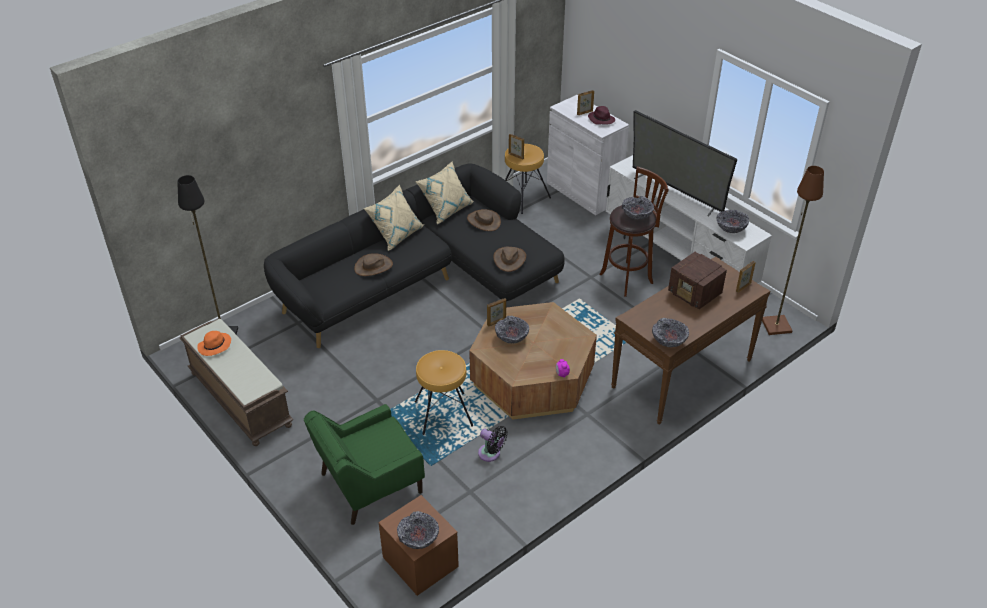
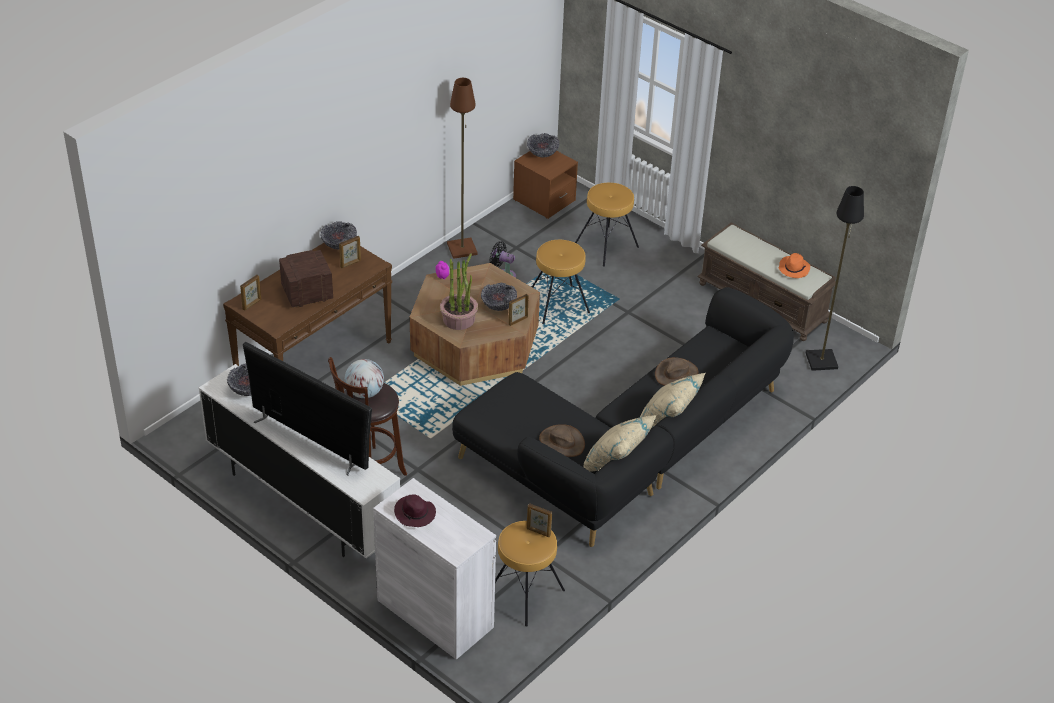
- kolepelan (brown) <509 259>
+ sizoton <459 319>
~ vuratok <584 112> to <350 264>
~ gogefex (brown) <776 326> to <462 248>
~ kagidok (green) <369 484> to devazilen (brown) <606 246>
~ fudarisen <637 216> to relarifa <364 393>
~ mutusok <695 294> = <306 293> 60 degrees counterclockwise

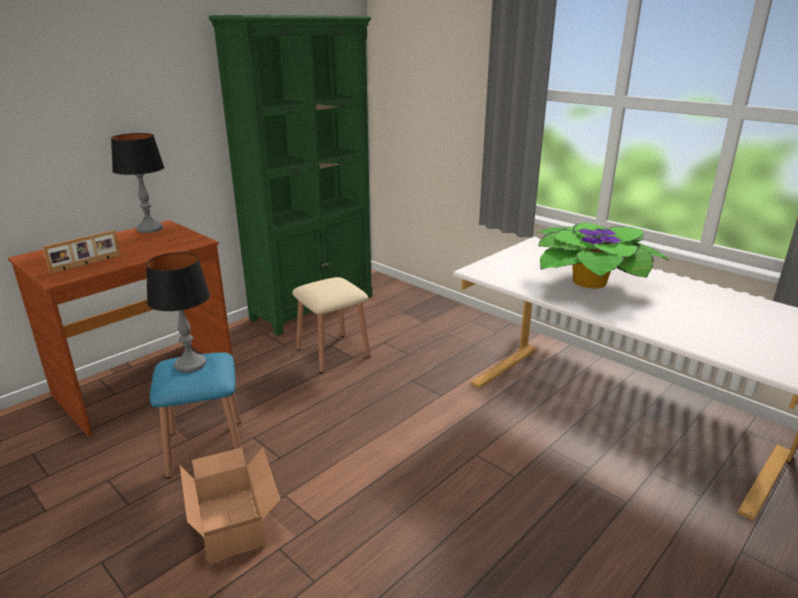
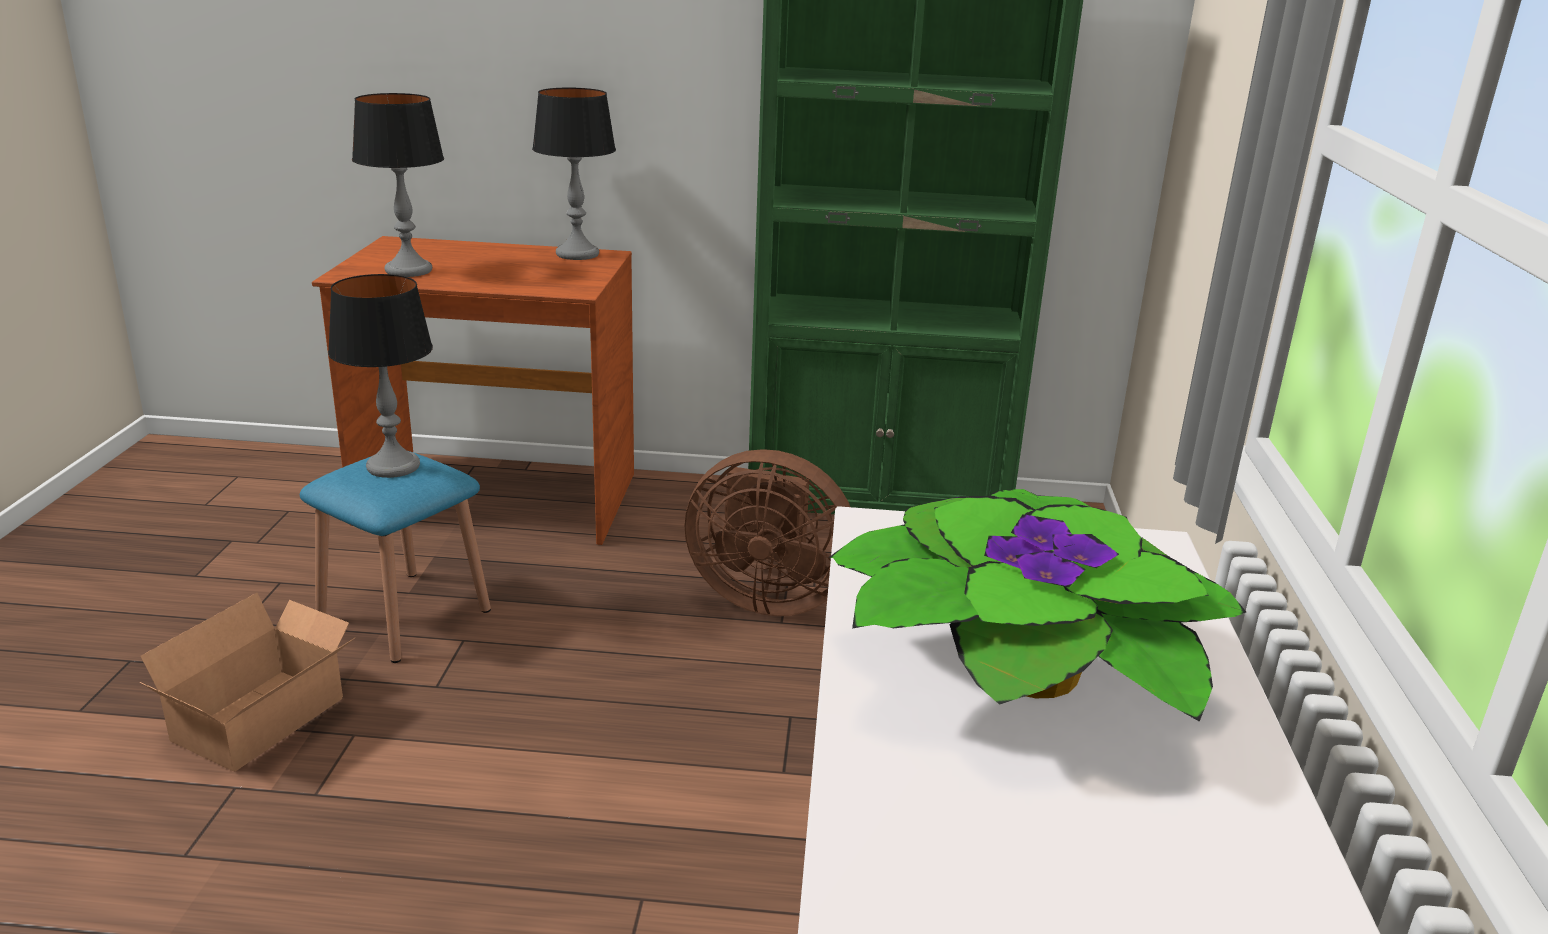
~ vuratok <86 264> to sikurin <409 270>
~ devazilen (beige) <333 352> to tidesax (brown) <767 597>

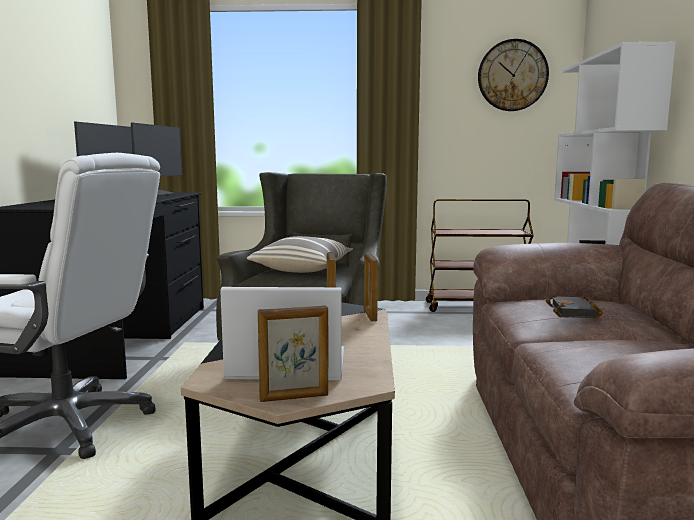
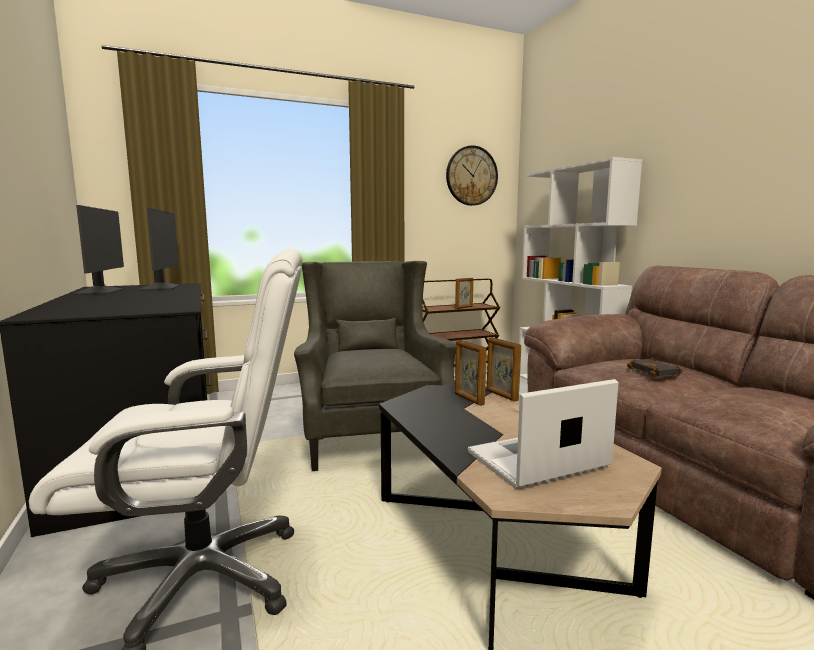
- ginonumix <302 269>
~ vuratok <294 397> to <464 307>

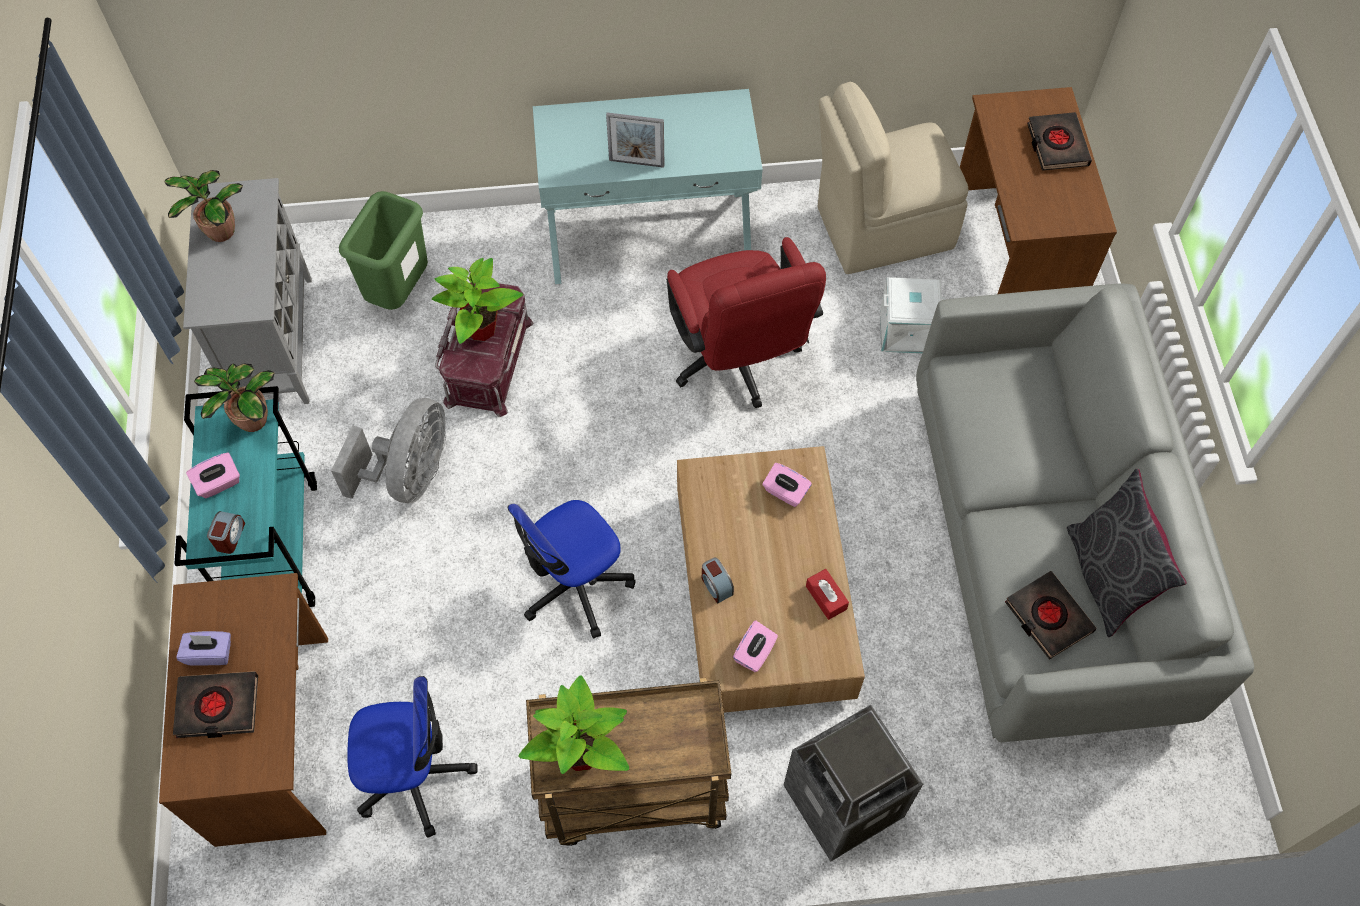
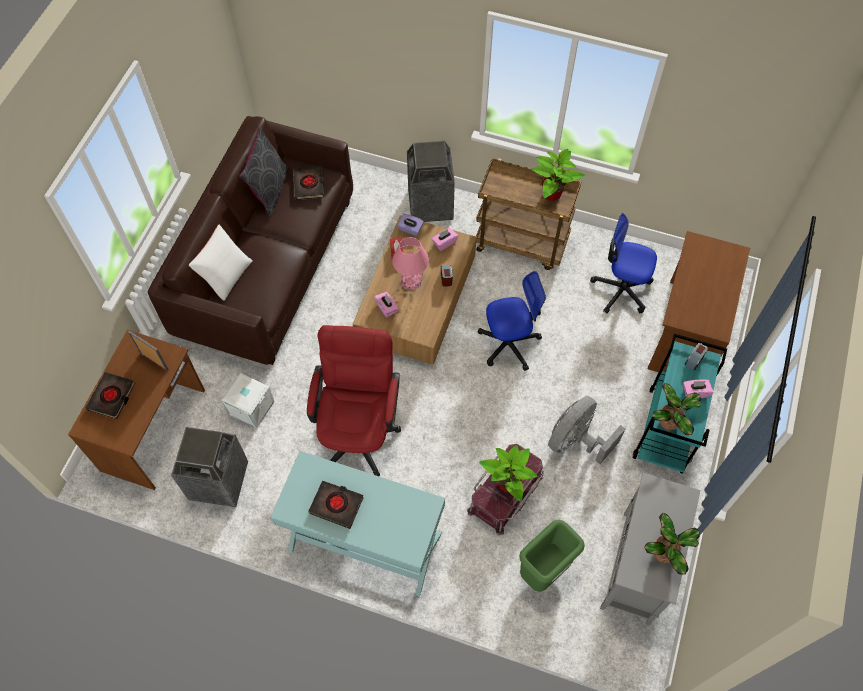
+ ginonumix (white) <225 274>
+ sikurin (pink) <410 281>
~ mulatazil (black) <218 707> to <336 505>
~ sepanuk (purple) <210 653> to <410 229>
~ vuratok <636 163> to <154 361>
~ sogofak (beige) <881 228> to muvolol <219 481>
~ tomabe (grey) <1044 549> to tomabe (brown) <267 266>

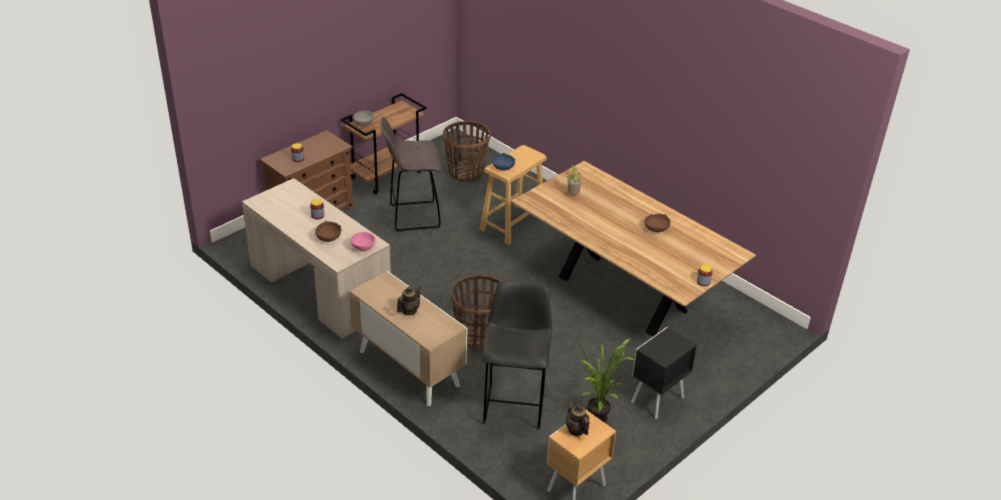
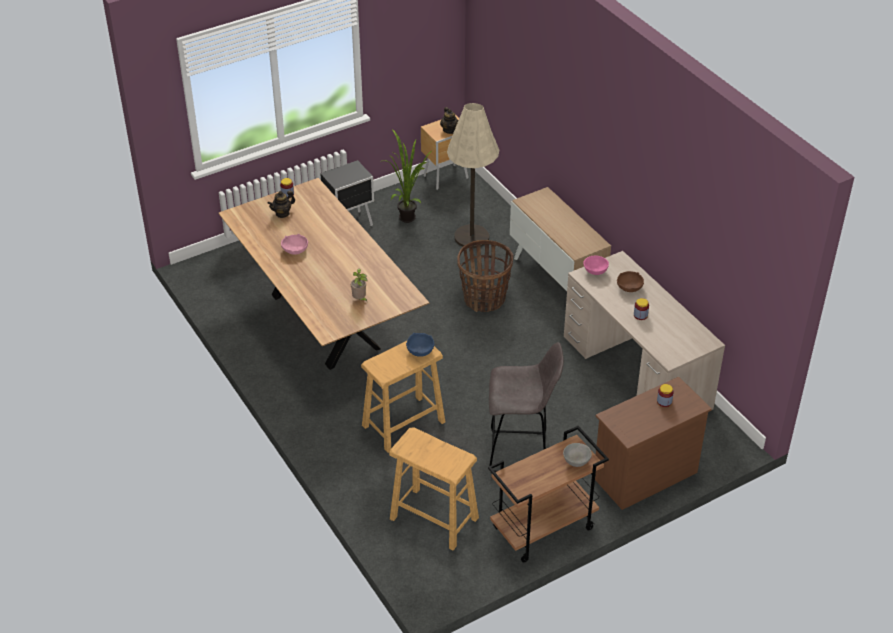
~ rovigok <409 311> to <282 213>
~ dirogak <466 172> to devazilen (beige) <434 518>
~ devazilen (black) <514 405> to gogefex (beige) <471 237>
~ fudarisen (brown) <656 228> to fudarisen (pink) <295 250>

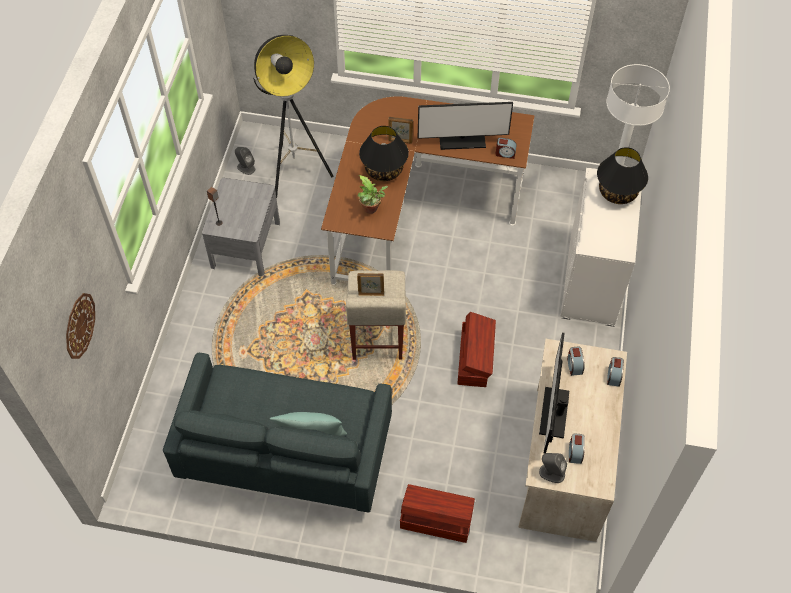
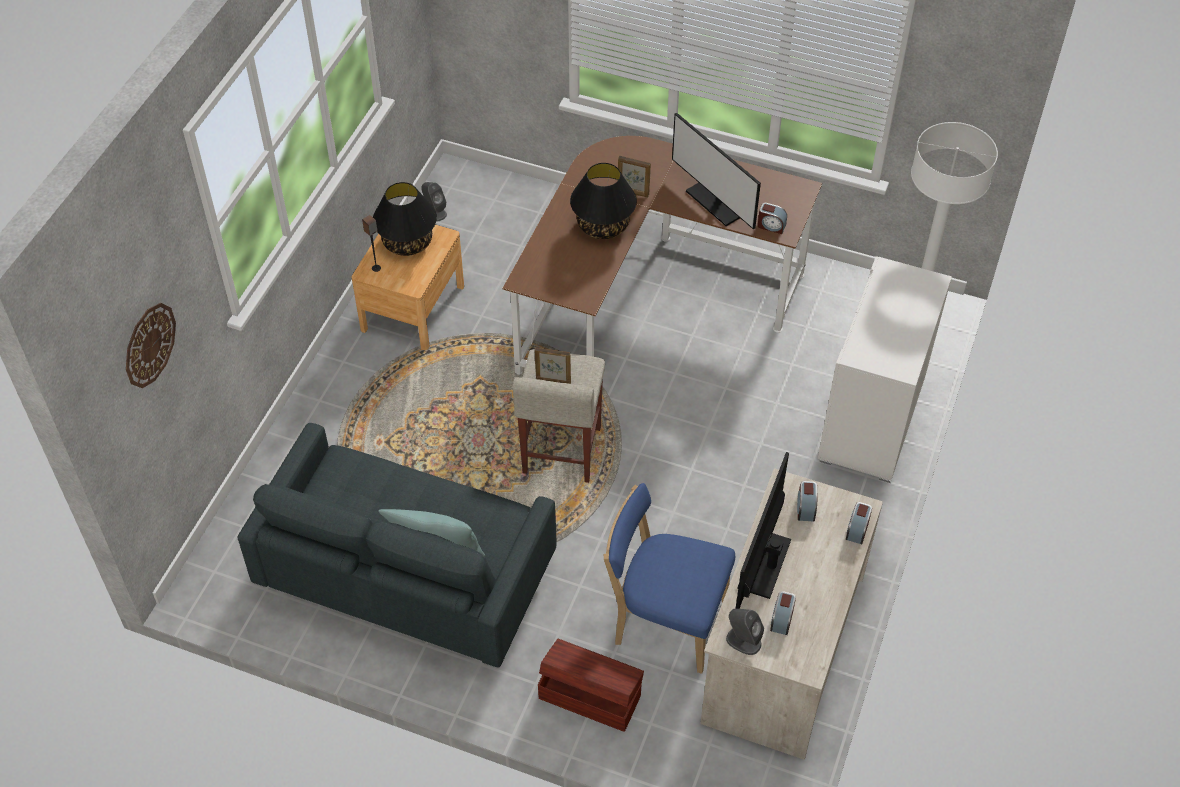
- gogefex <295 171>
- sizoton <371 209>
- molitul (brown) <474 358>
+ sogofak (blue) <665 621>
~ sikurin (black) <617 192> to <407 243>
~ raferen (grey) <245 244> to raferen (brown) <413 308>
~ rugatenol <462 140> = <716 202> 45 degrees clockwise

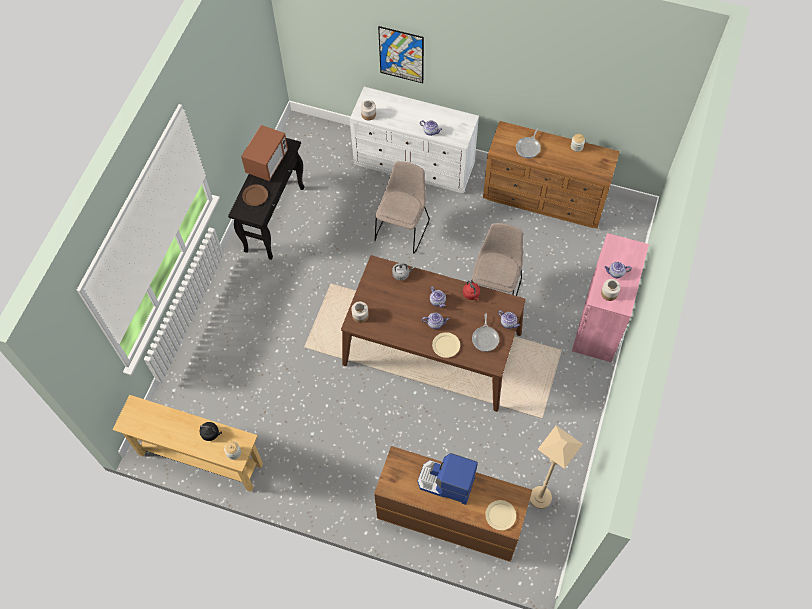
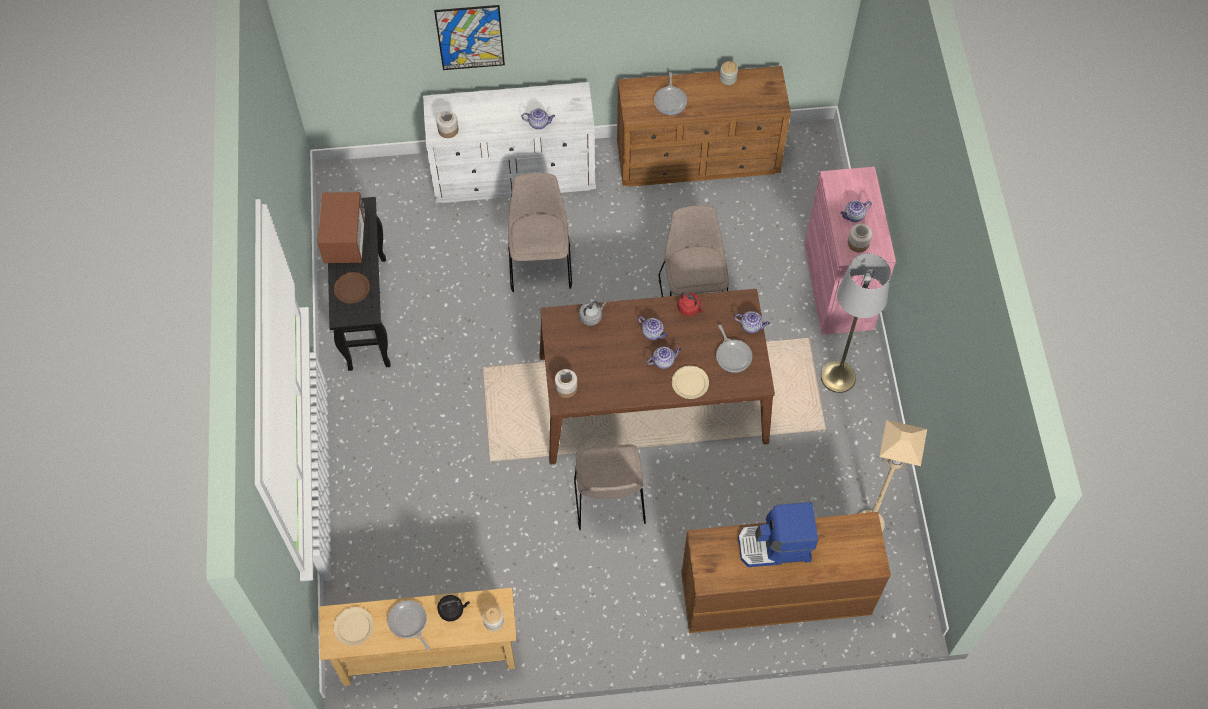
+ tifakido <409 623>
+ sogofak (beige) <609 502>
+ gogefex (grey) <838 377>
~ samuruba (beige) <500 515> to <354 627>

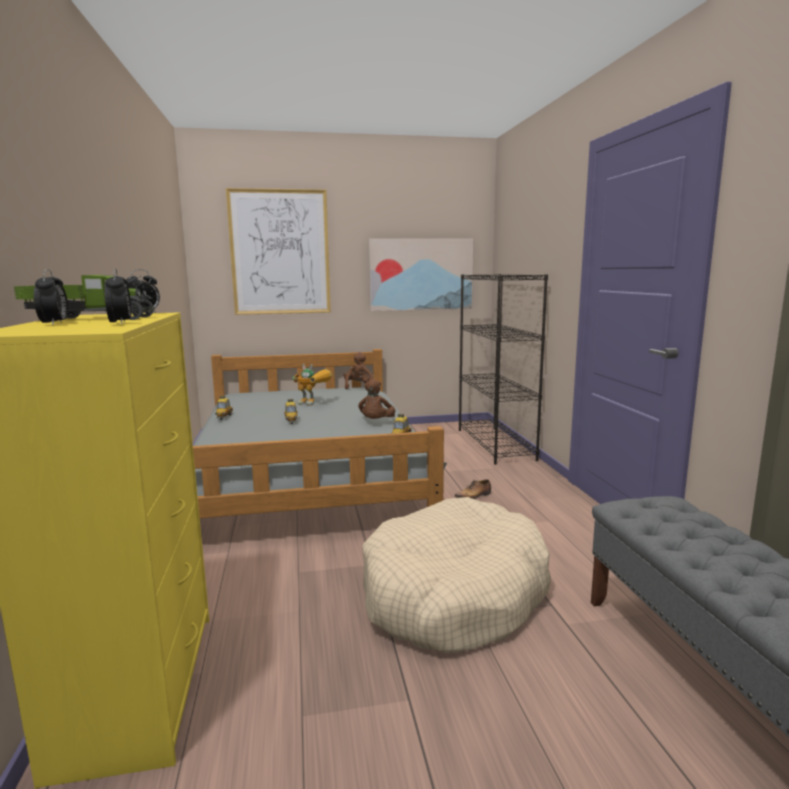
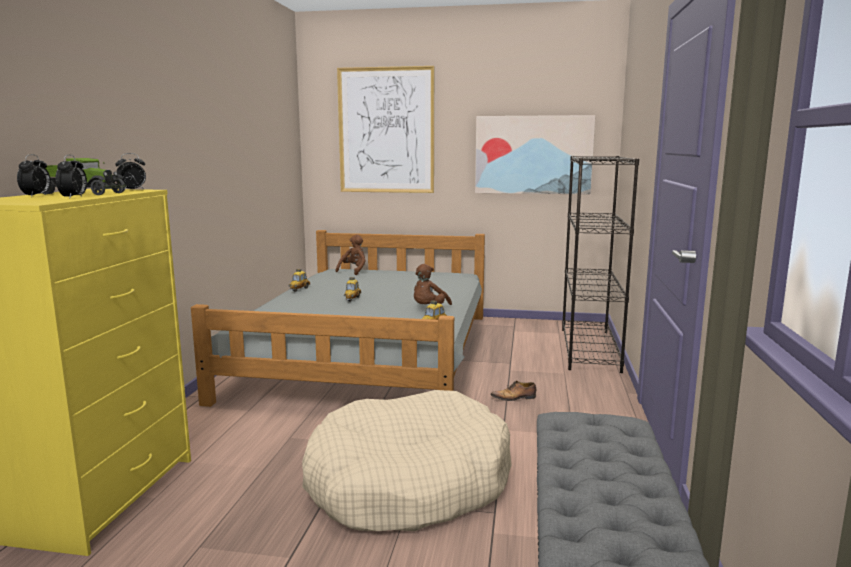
- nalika <314 403>
~ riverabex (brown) <358 387> to <353 271>

